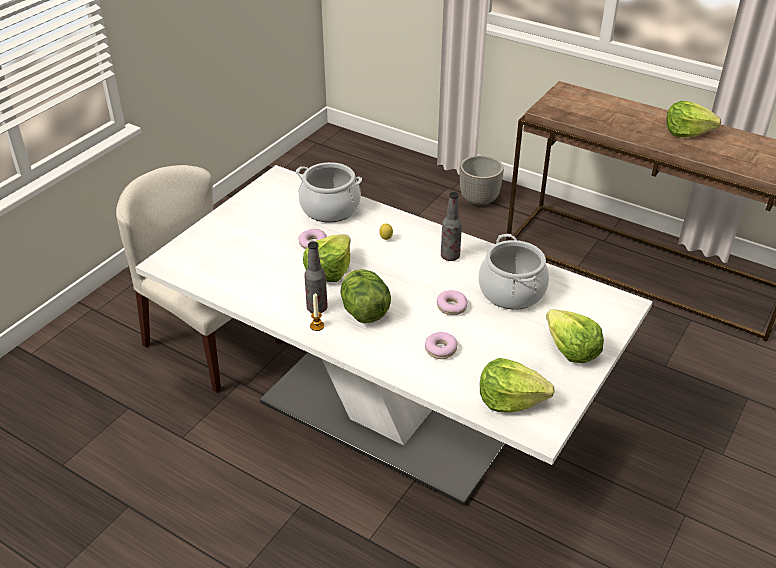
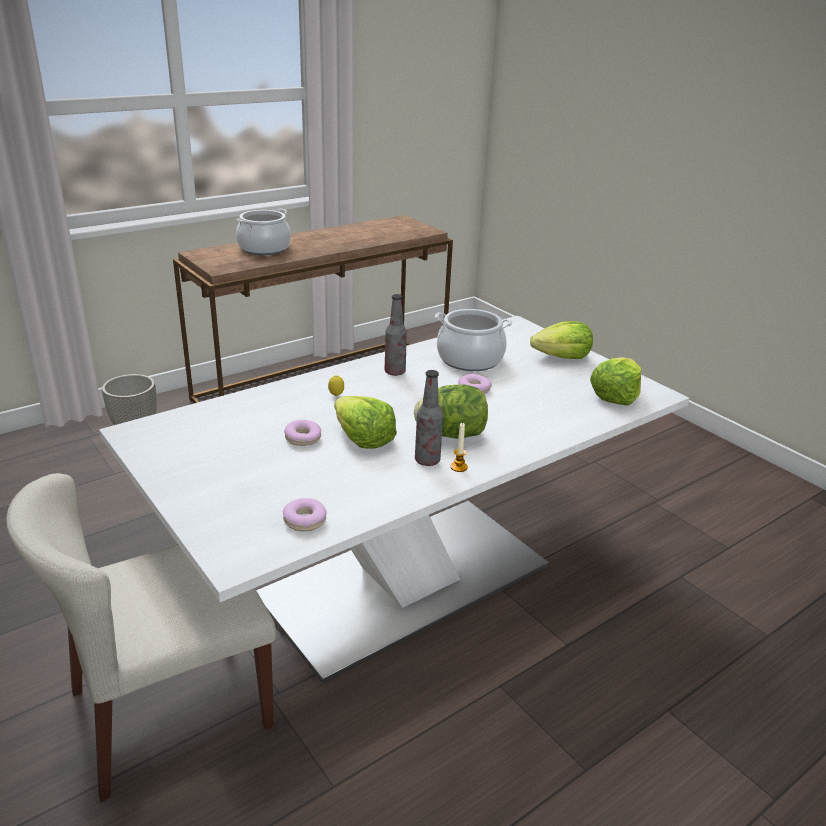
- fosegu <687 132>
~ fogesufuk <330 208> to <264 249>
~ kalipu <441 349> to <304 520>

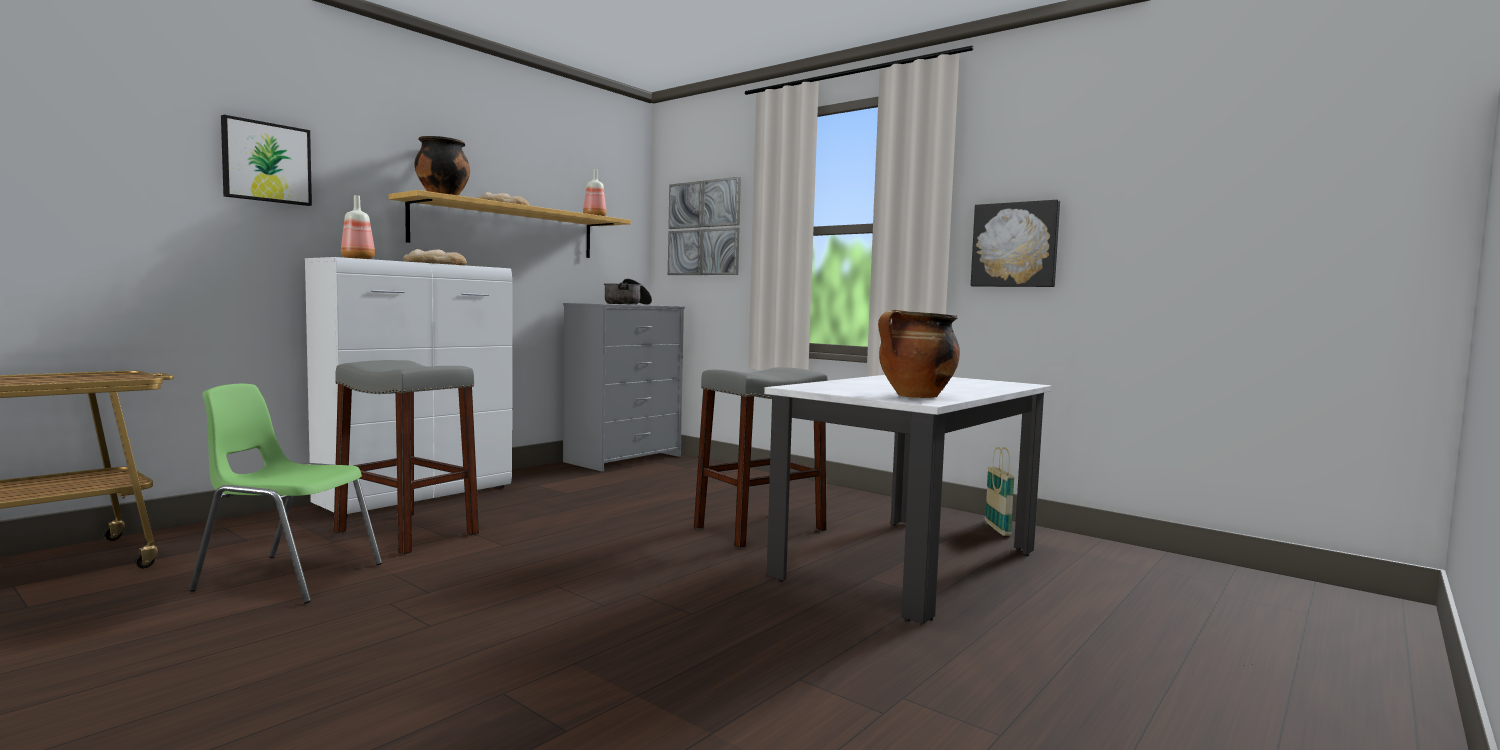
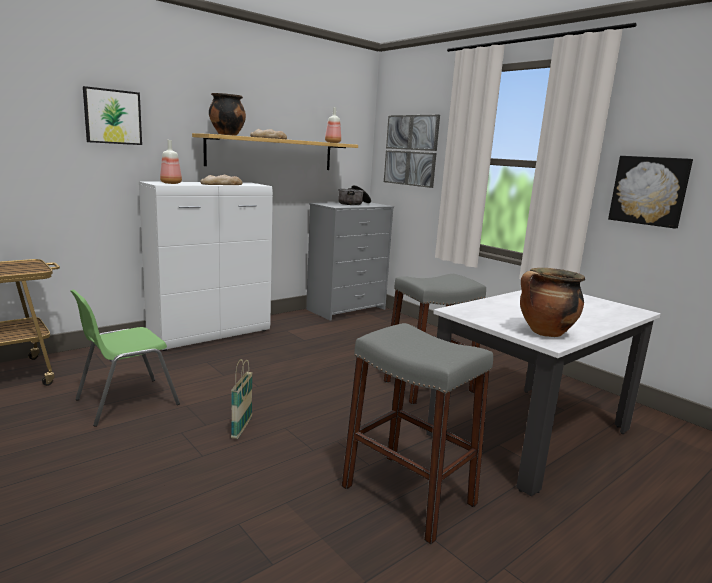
~ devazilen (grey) <406 533> to <408 495>
~ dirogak <997 529> to <242 428>
~ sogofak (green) <288 577> = <125 402> 60 degrees counterclockwise

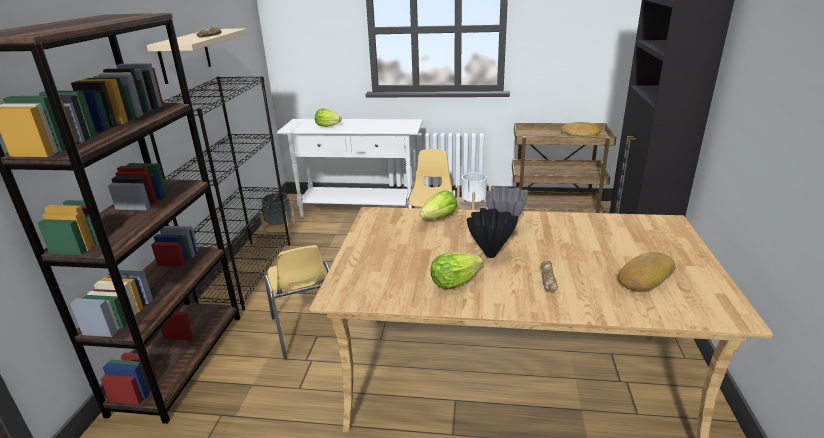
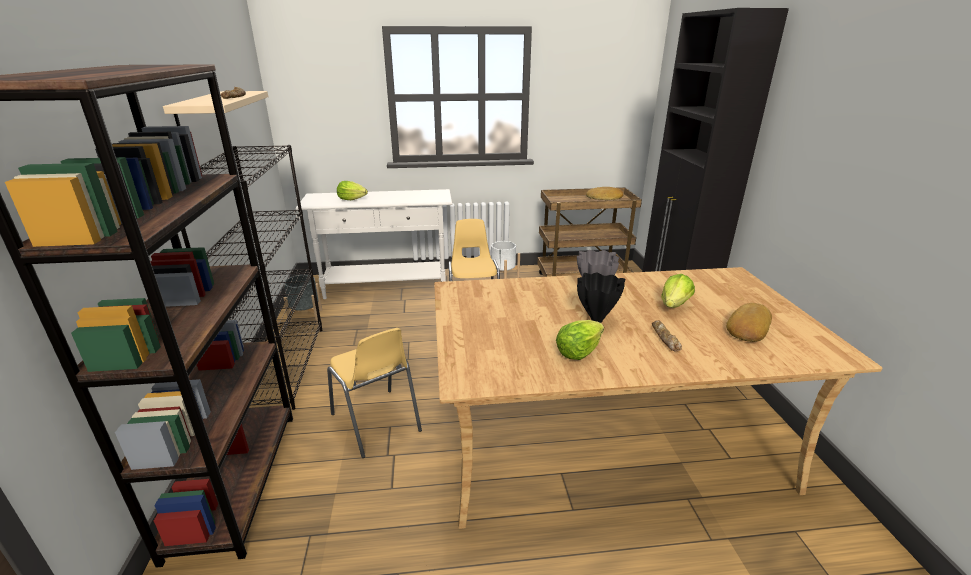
~ fosegu <439 218> to <674 305>

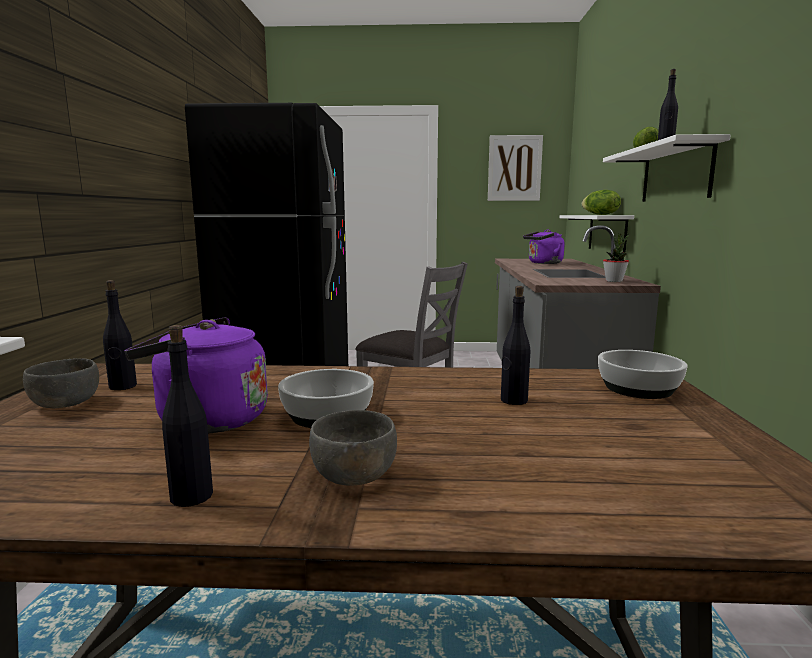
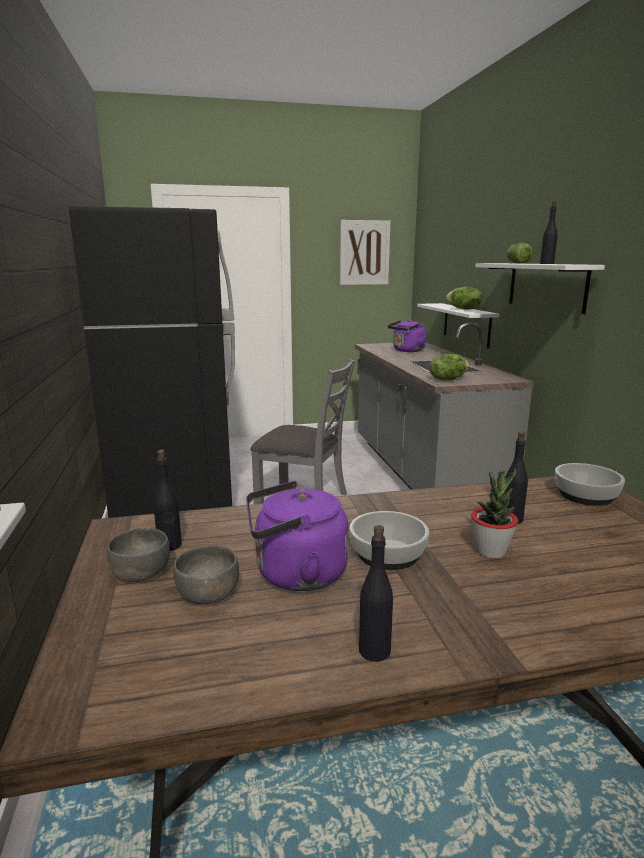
+ fosegu <447 379>
~ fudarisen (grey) <354 475> to <208 595>
~ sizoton <614 281> to <491 551>

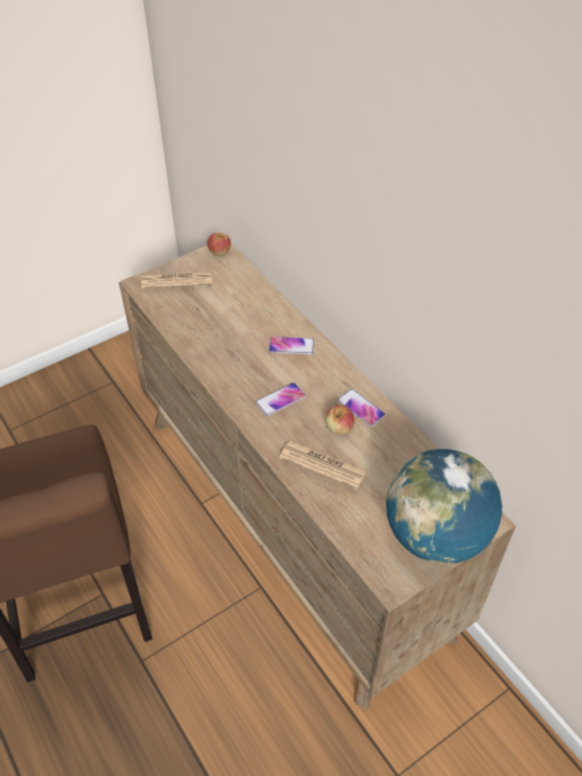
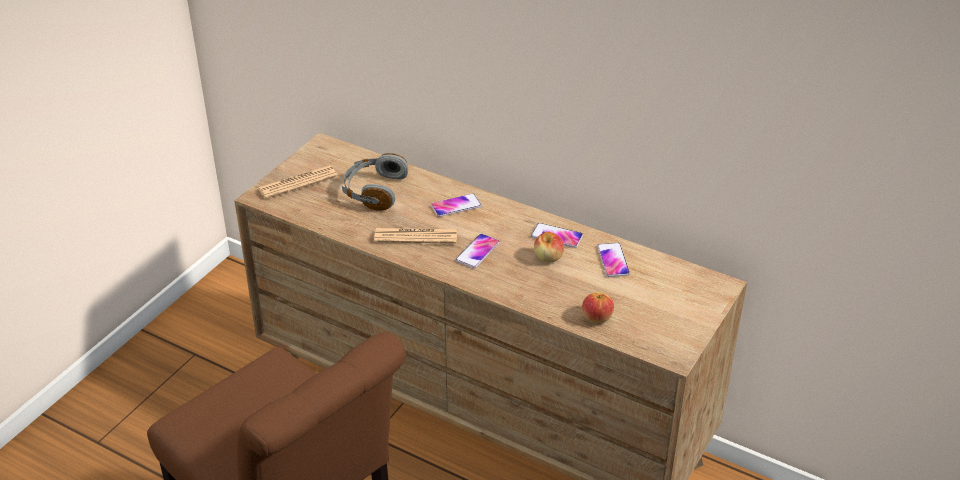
- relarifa <435 535>
+ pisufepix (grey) <374 191>
+ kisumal <613 260>
~ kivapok <219 252> to <596 317>
~ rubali <322 465> to <416 236>

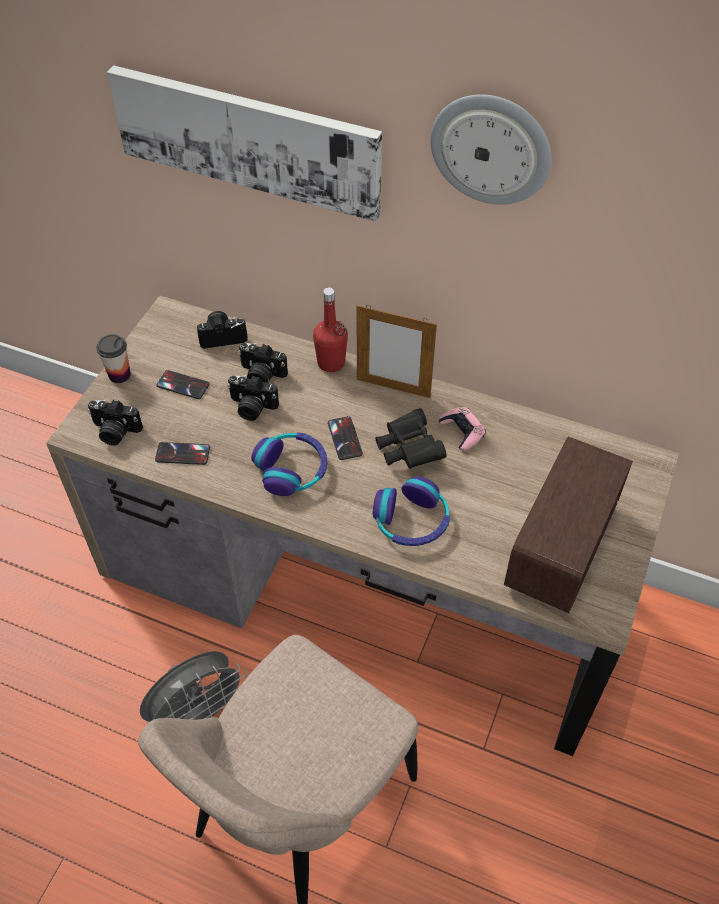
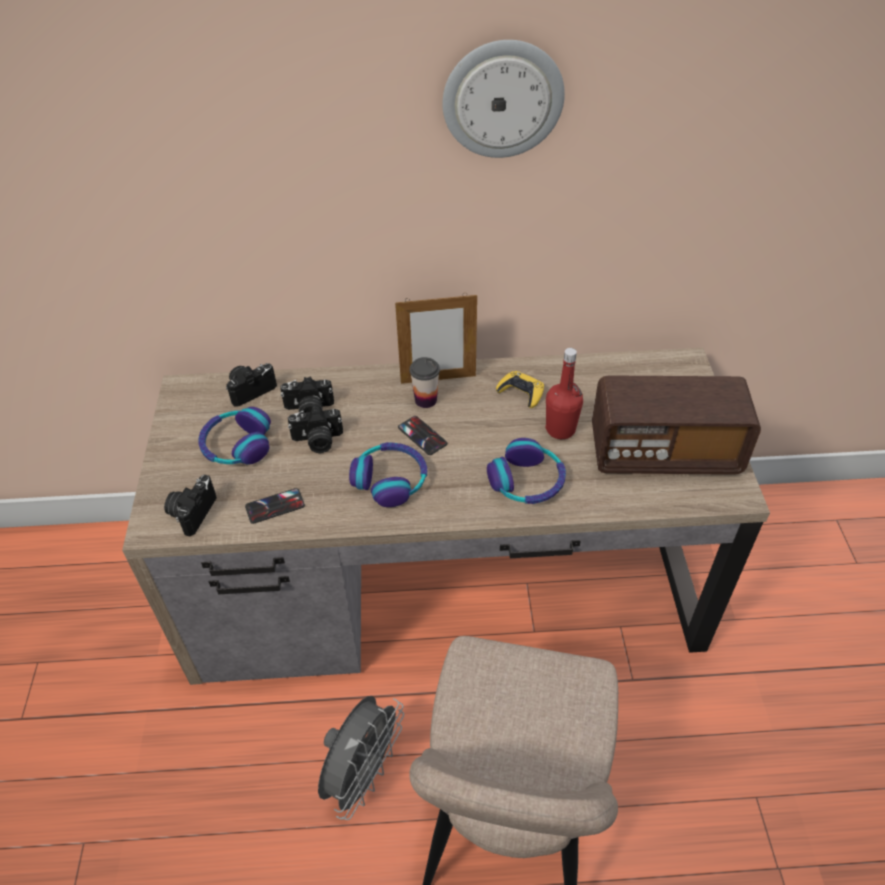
- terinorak <247 139>
- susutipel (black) <408 450>
~ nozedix <119 375> to <425 400>
~ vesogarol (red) <331 363> to <560 429>
~ kisumal <183 385> to pisufepix <237 445>
~ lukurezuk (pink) <462 431> to lukurezuk (yellow) <521 393>
~ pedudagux <115 432> = <192 512> 120 degrees clockwise
~ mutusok <560 546> = <664 453> 90 degrees clockwise

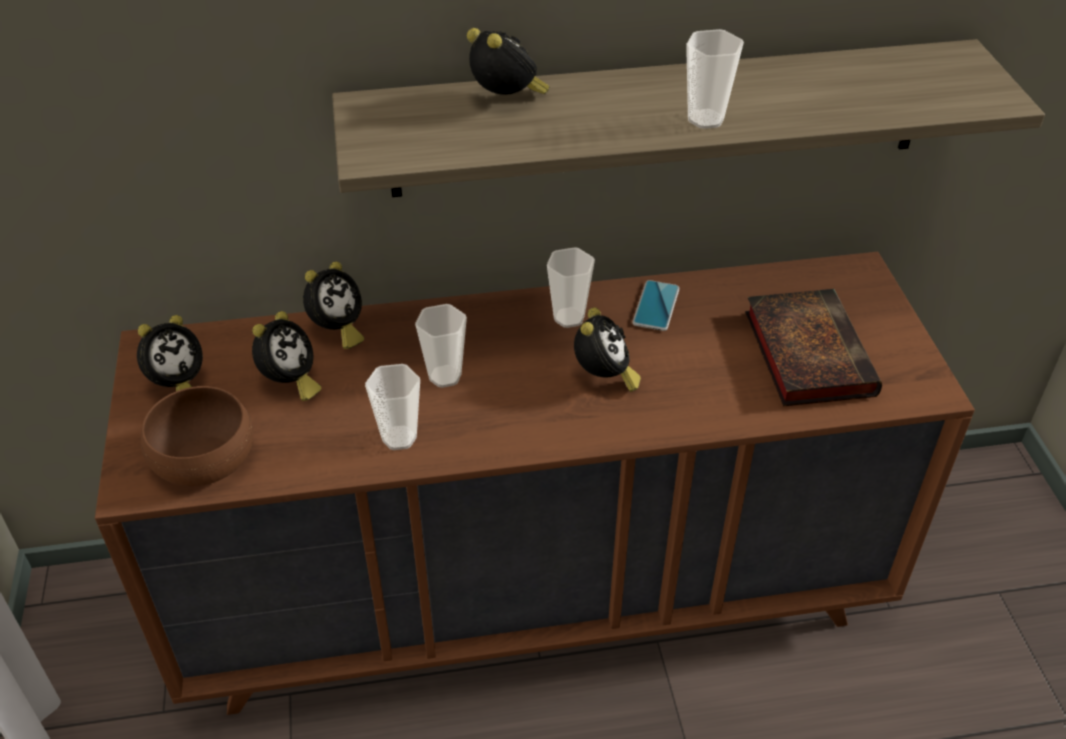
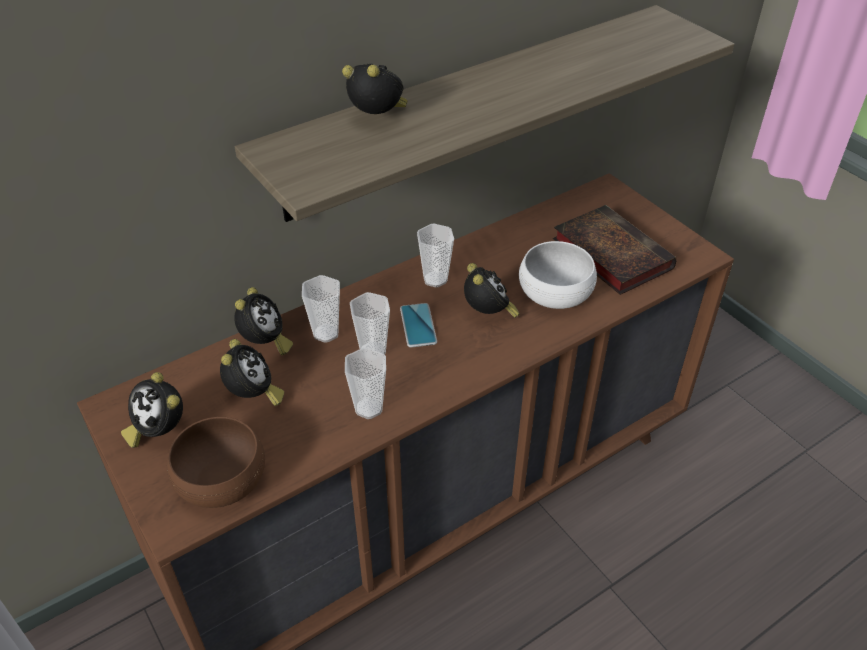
+ fudarisen (white) <555 292>
~ kisumal <656 306> to <418 325>
~ nozedix <705 119> to <326 333>
~ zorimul <177 387> = <159 431> 120 degrees clockwise

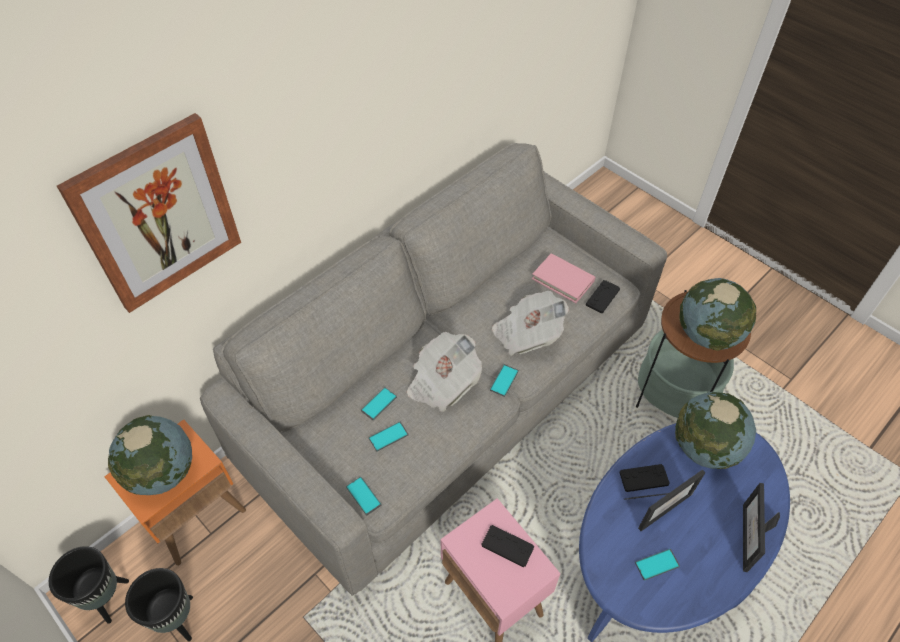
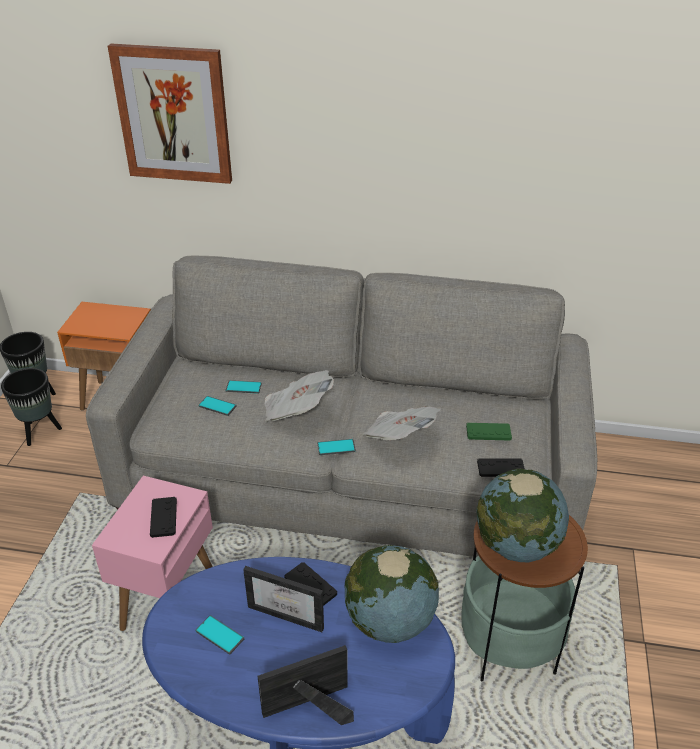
- relarifa <163 473>
- kisumal <363 496>
~ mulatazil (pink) <563 280> to lukurezuk (green) <488 432>

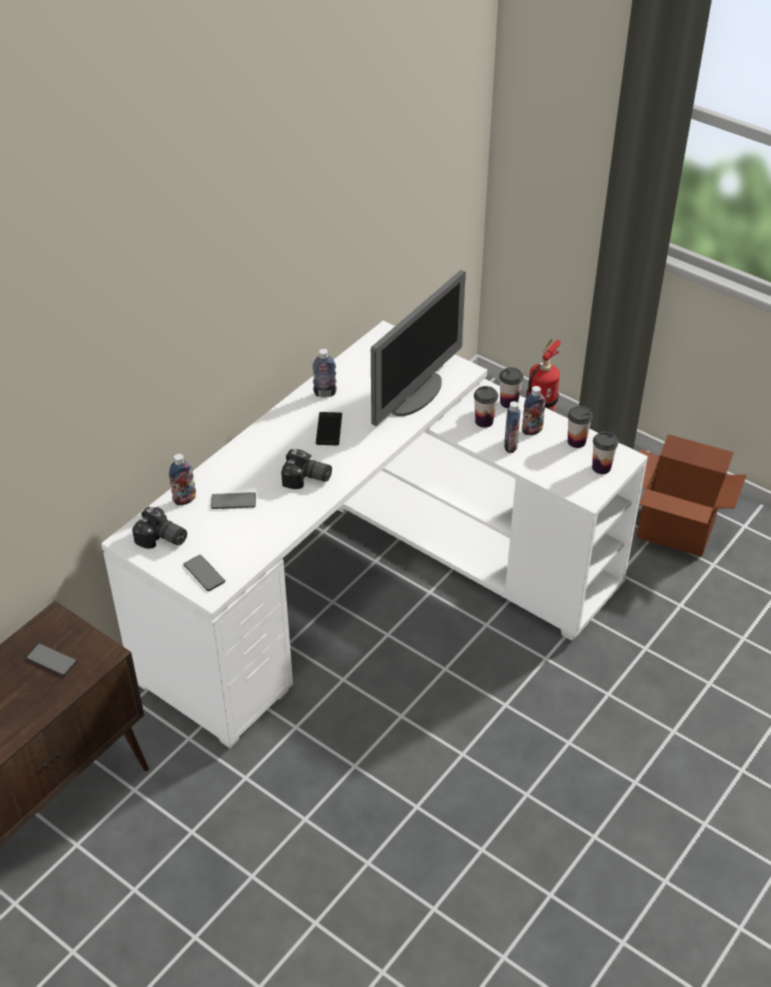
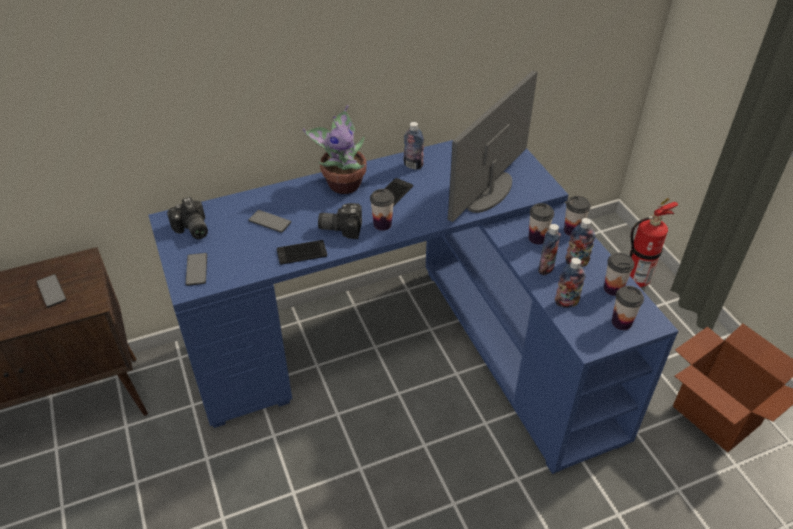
+ kisumal <302 253>
+ sizoton <343 183>
+ nozedix <382 224>
~ vesogarol <184 499> to <566 302>
~ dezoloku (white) <371 587> to dezoloku (blue) <413 348>
~ pedudagux <307 479> = <341 227> 135 degrees clockwise
~ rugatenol <416 394> = <489 193> 150 degrees clockwise

